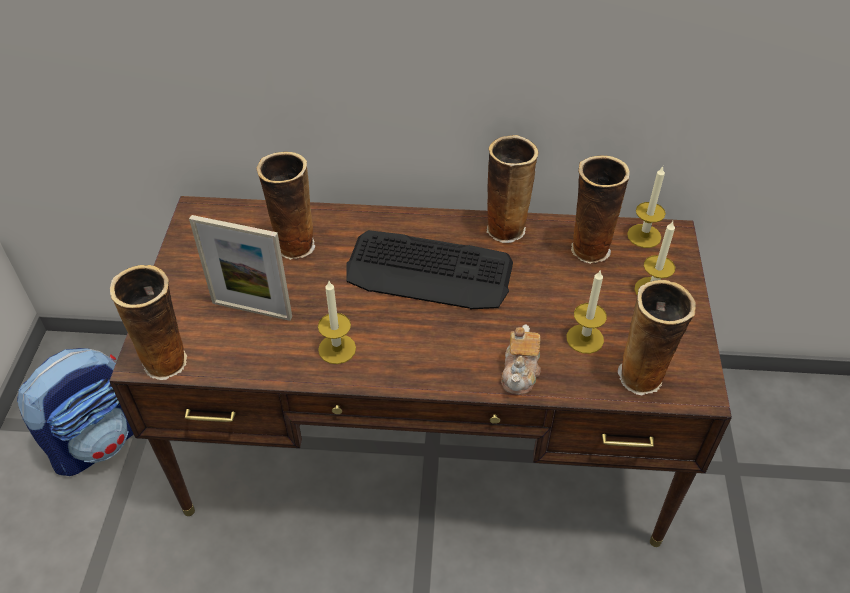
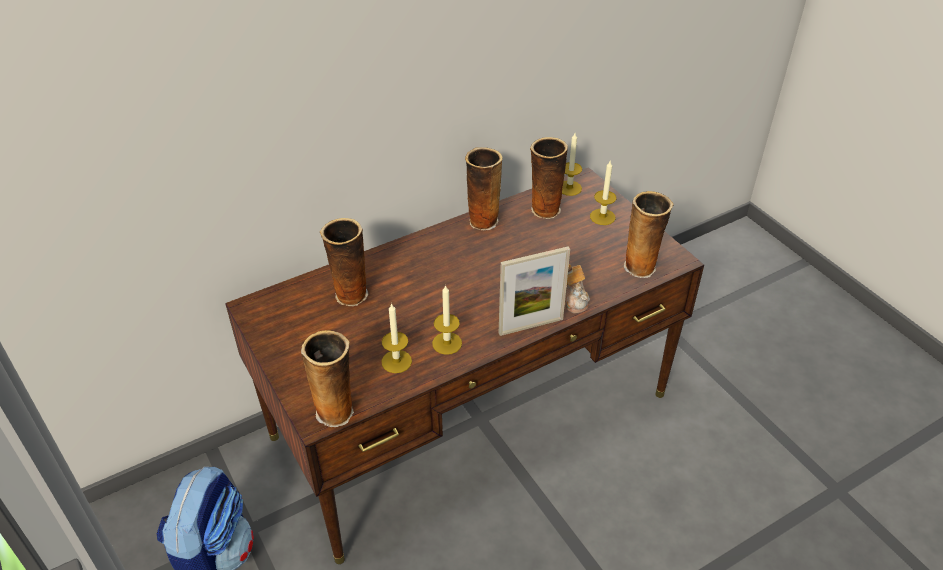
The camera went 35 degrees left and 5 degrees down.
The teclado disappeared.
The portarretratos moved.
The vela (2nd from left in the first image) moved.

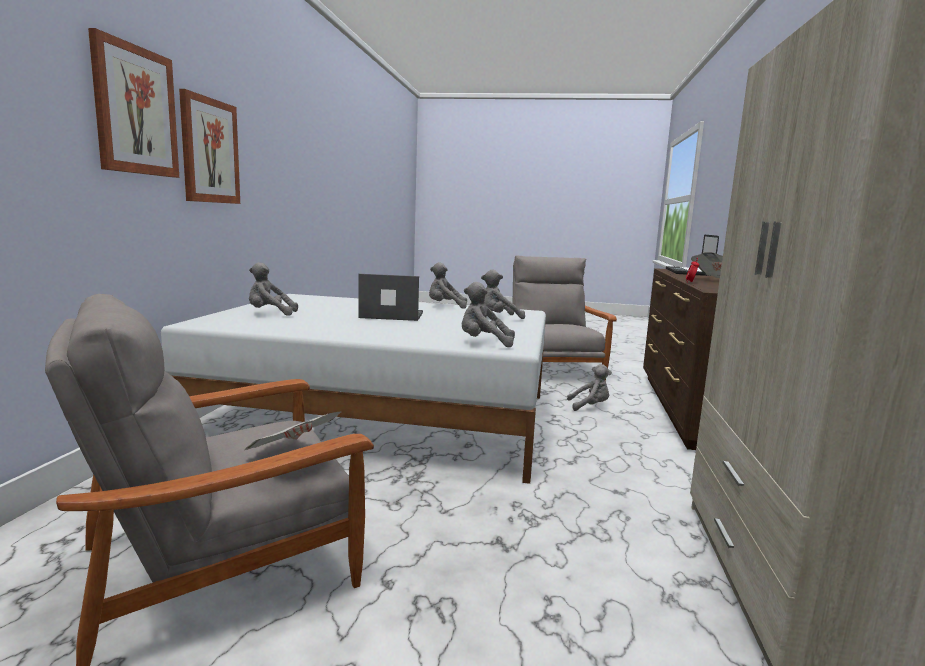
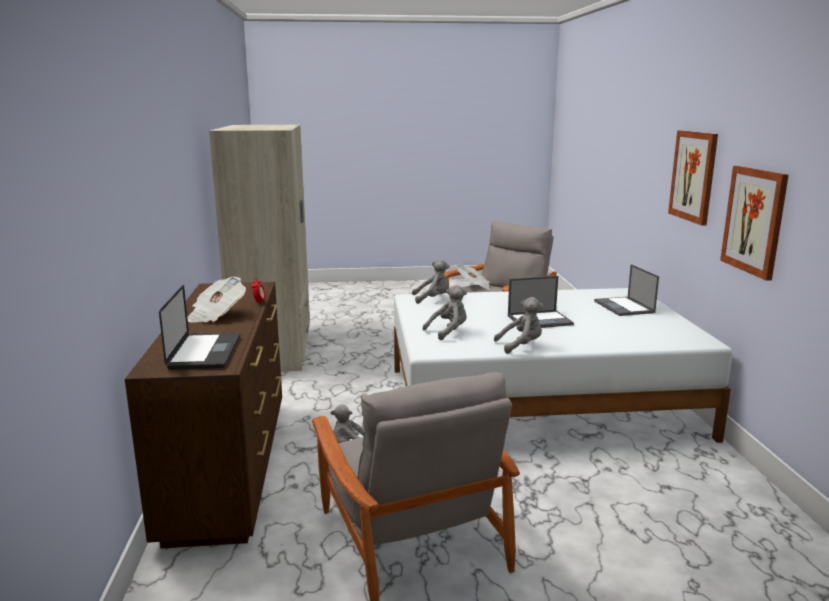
The camera went 165 degrees right and 5 degrees up.
The cuadro (1st from left in the first image) moved.
The peluche [gris] (1st from left) was replaced by the portátil (3rd from left).

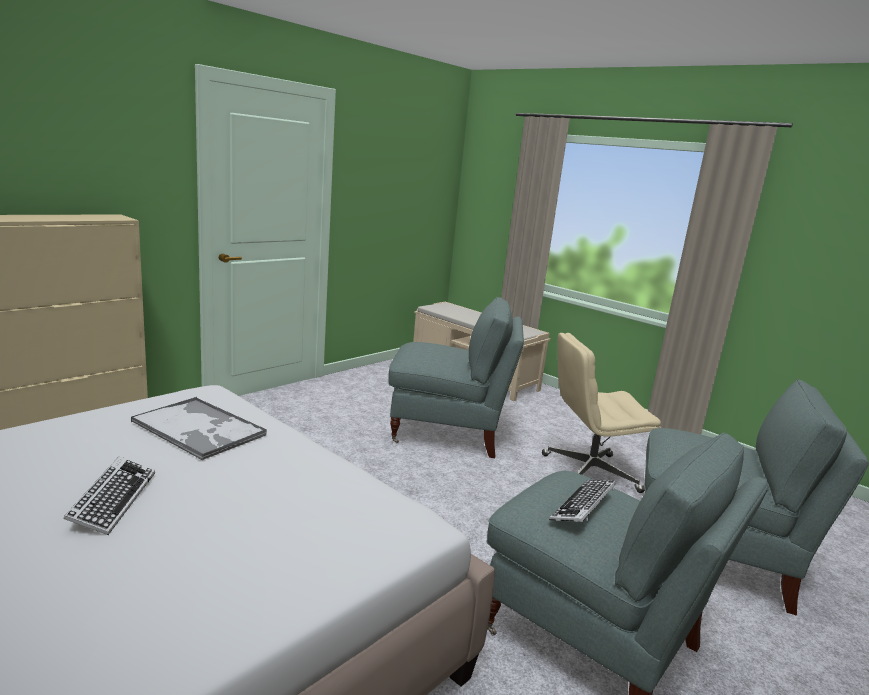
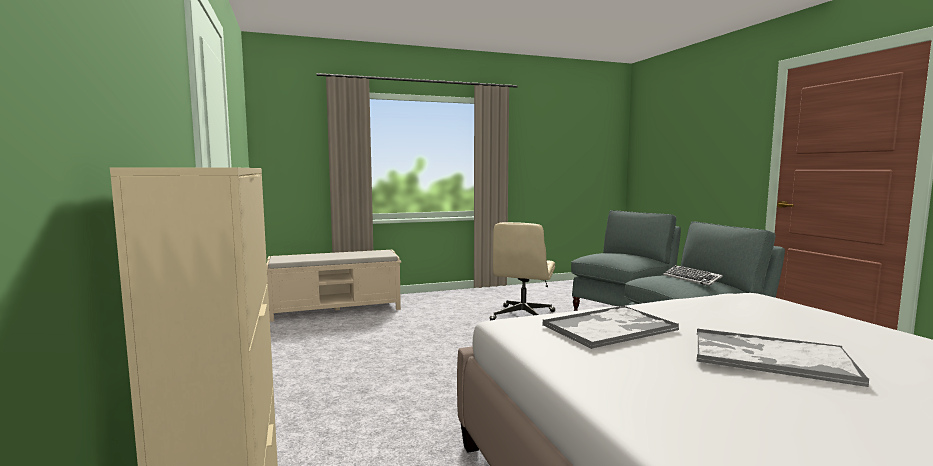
The camera went 60 degrees left and 10 degrees down.
The sillón [gris] (1st from left) disappeared.
The teclado (1st from left) was replaced by the bandeja (2nd from left).

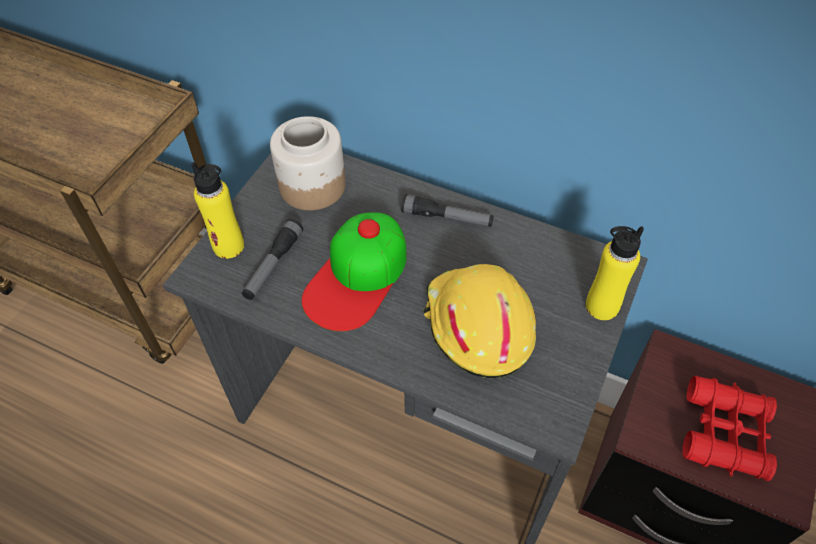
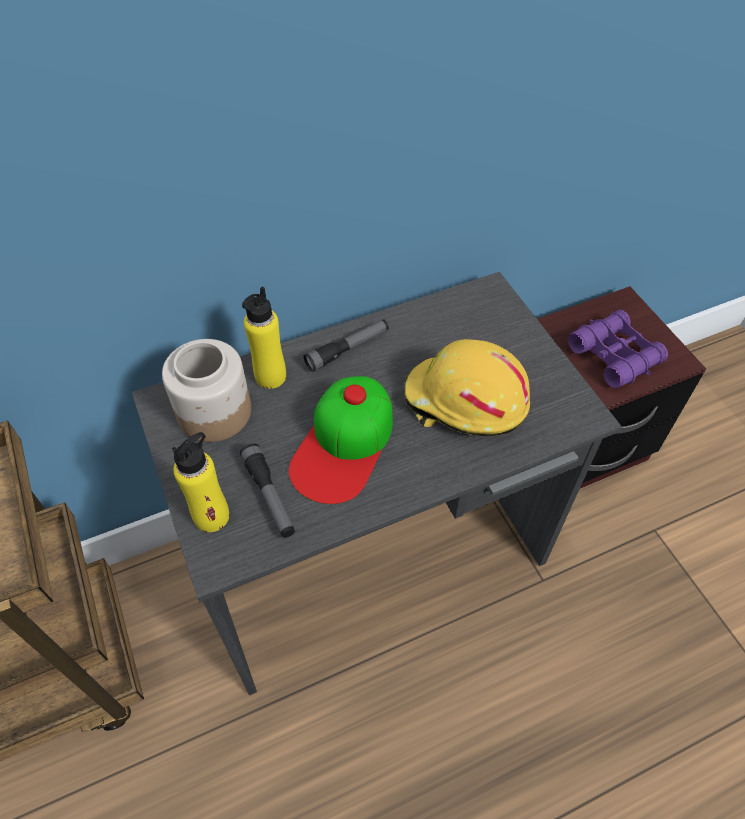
The camera went 50 degrees left and 0 degrees up.
The botella [amarillo] (2nd from left) moved.
The prismáticos [rojo] became the prismáticos [morado].
The gorra turned 45 degrees clockwise.

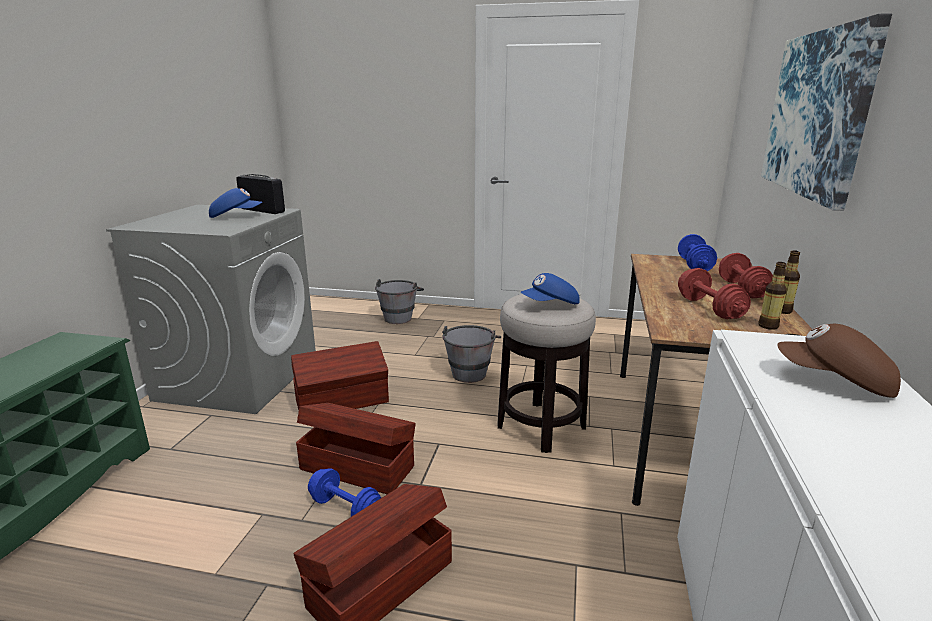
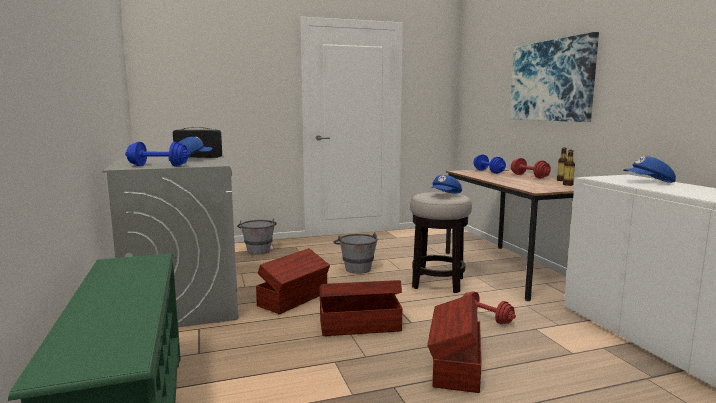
The camera went 30 degrees left and 10 degrees down.
The mancuerna [azul] (1st from left) moved.
The mancuerna [rojo] (1st from left) moved.
The gorra [marrón] became the gorra [azul] (3rd from left).

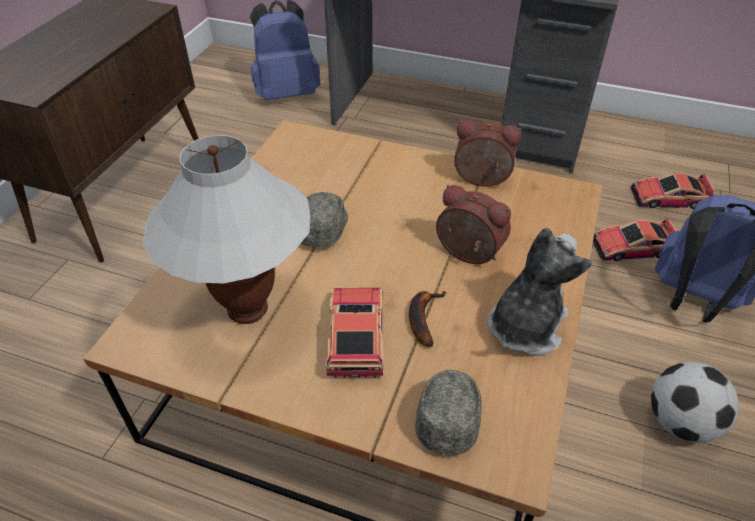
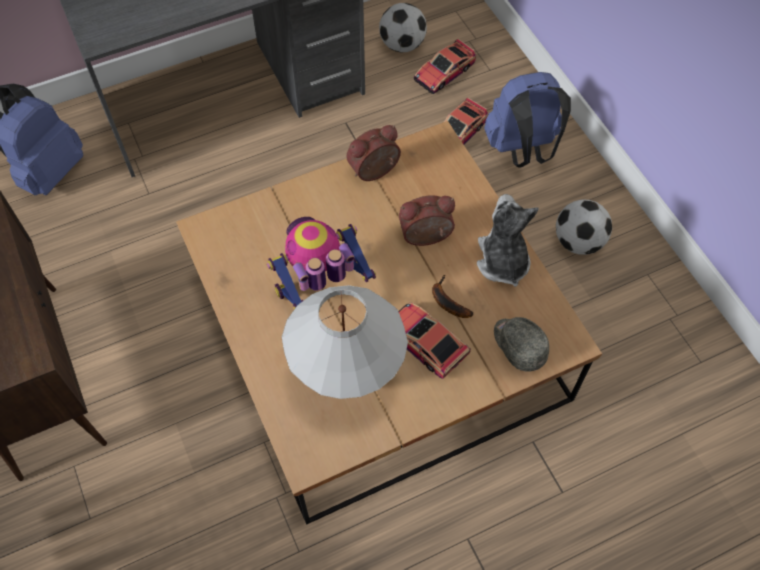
The camera went 45 degrees left and 15 degrees up.
The balón de fútbol (1st from left) appeared.
The gorra [gris] (1st from left) was replaced by the robot de juguete.

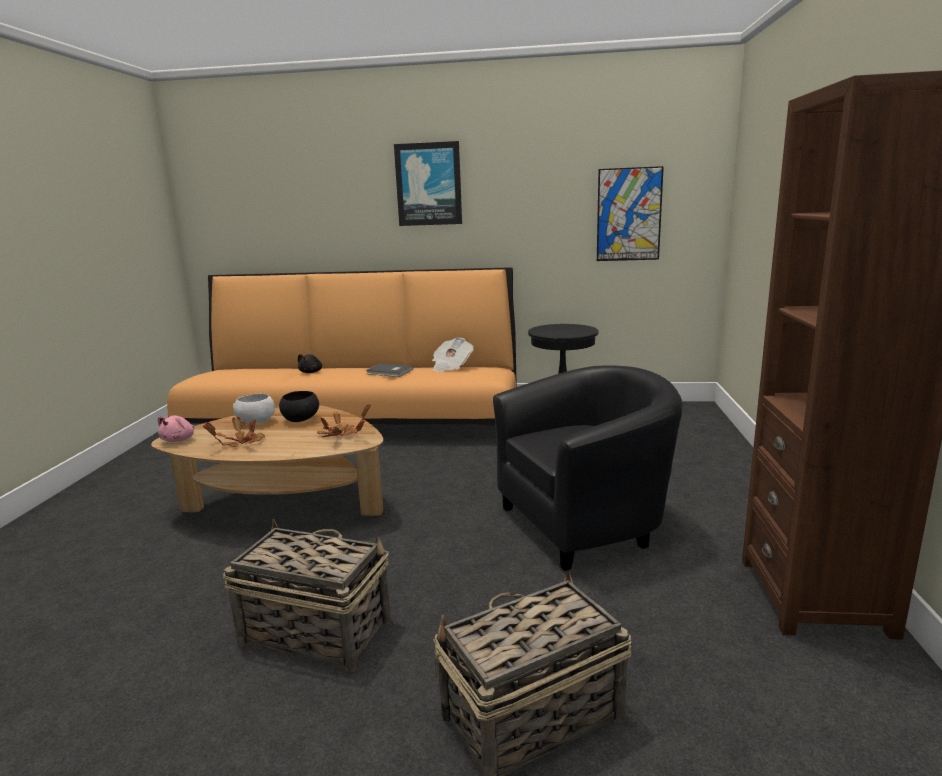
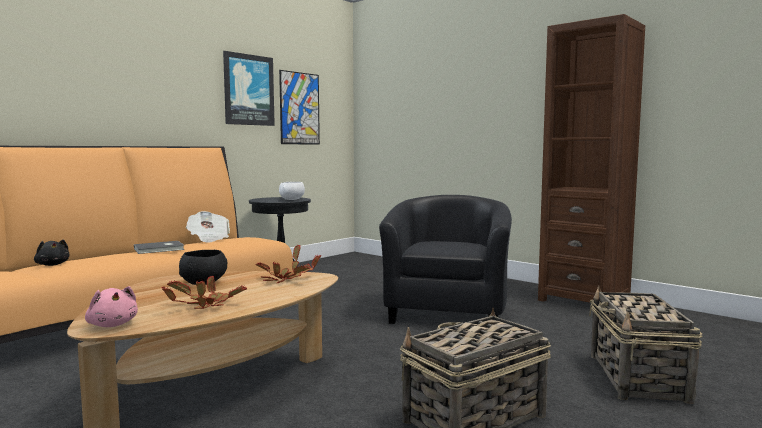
The camera went 55 degrees left and 10 degrees down.
The cuenco [blanco] moved.
The cuadro (1st from left) moved.

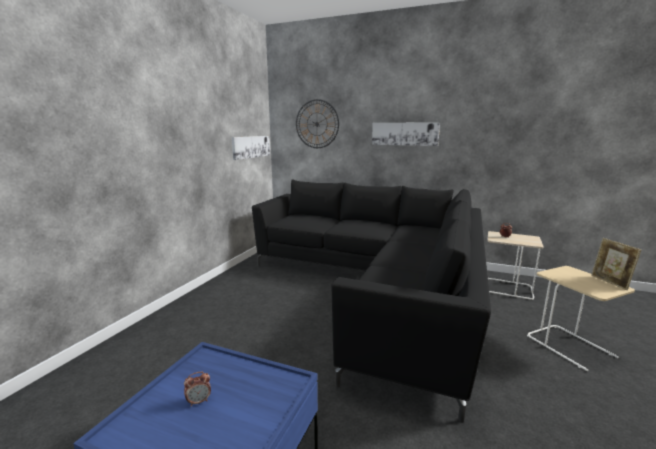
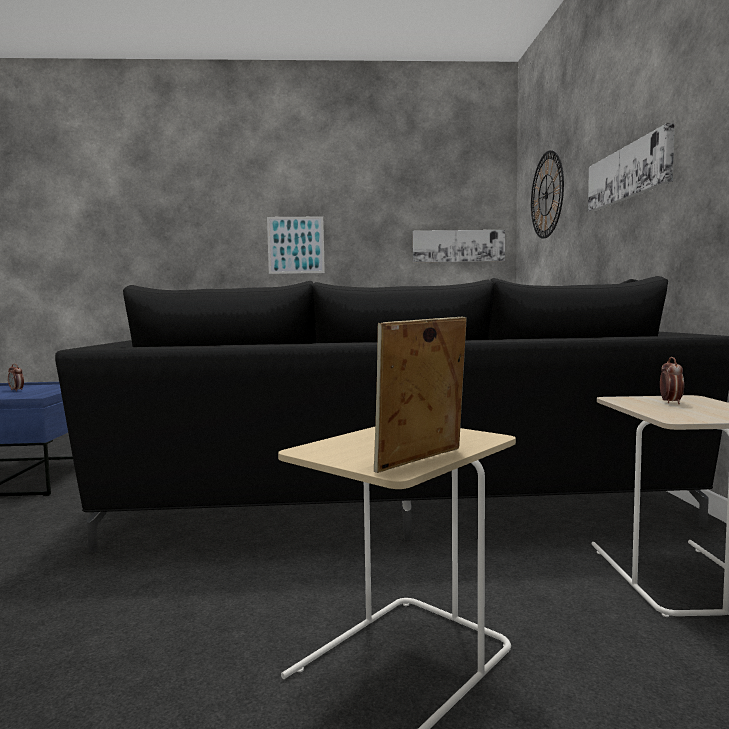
The camera went 65 degrees right and 10 degrees down.
The cuadro (1st from left) appeared.

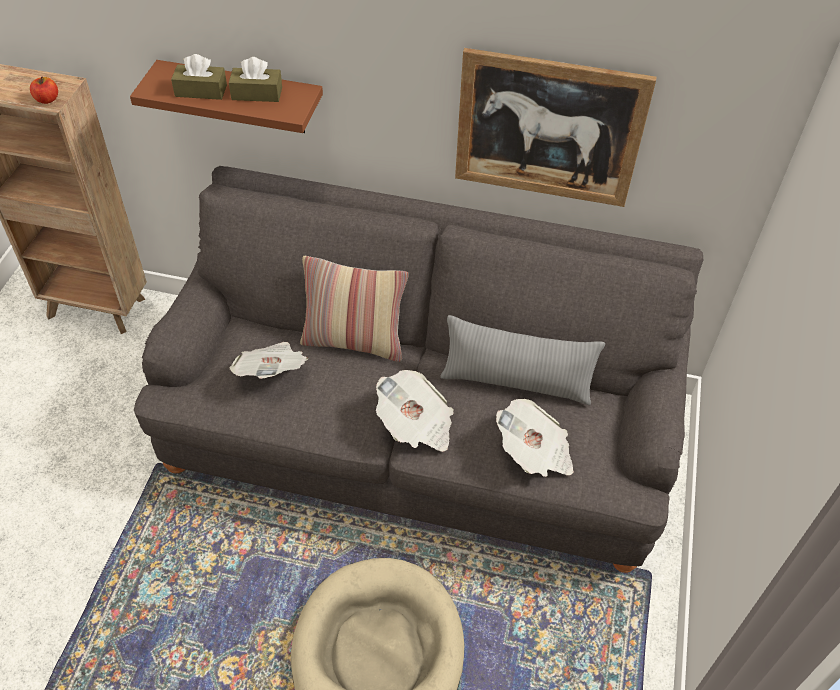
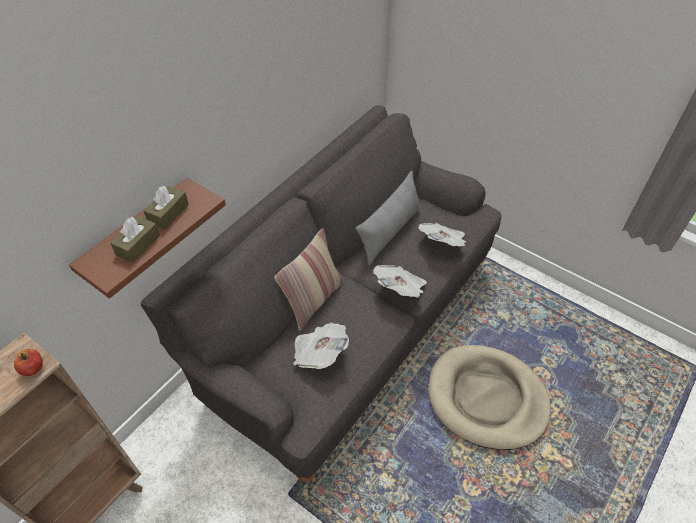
The camera went 65 degrees left and 0 degrees up.
The cuadro disappeared.

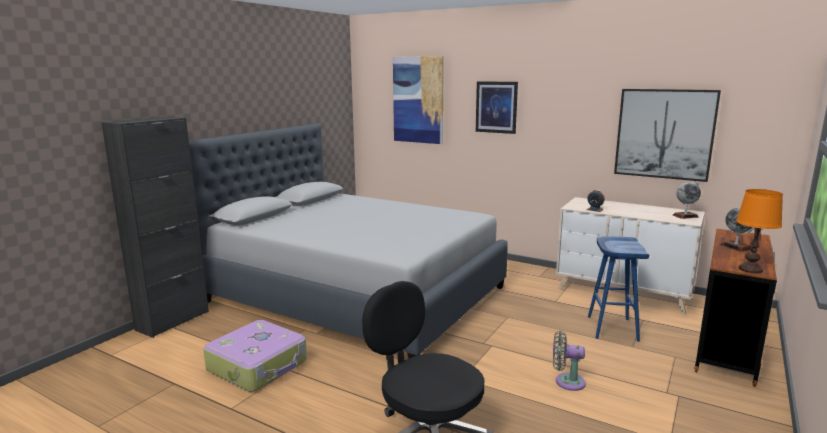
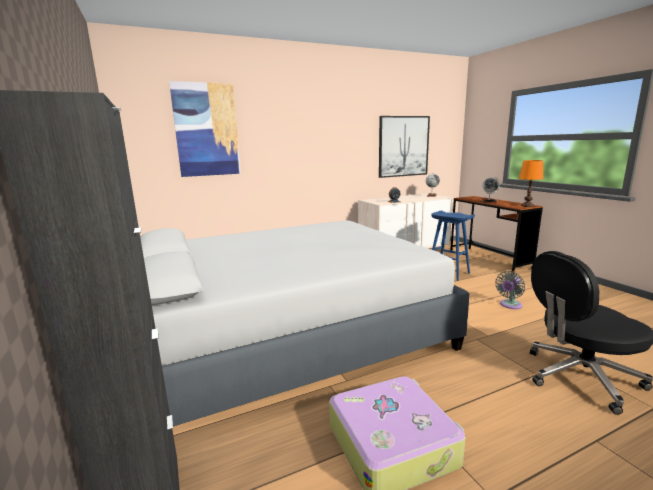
The camera went 55 degrees left and 0 degrees up.
The cuadro (2nd from left) disappeared.

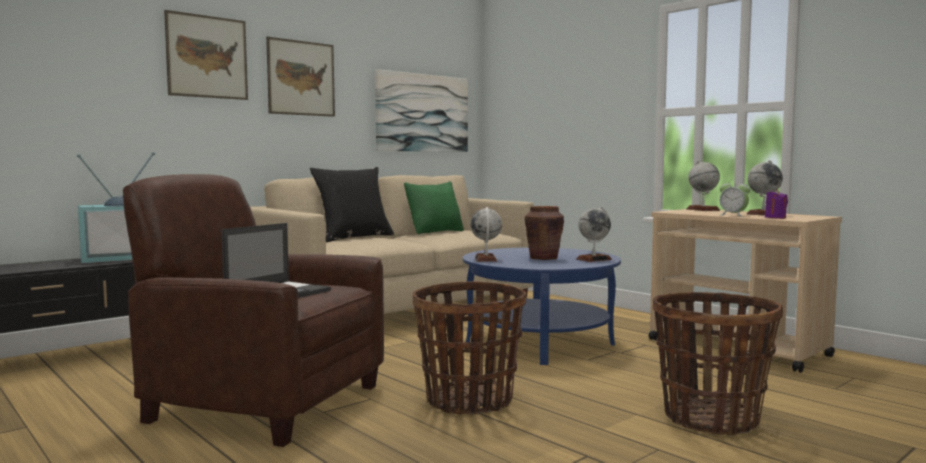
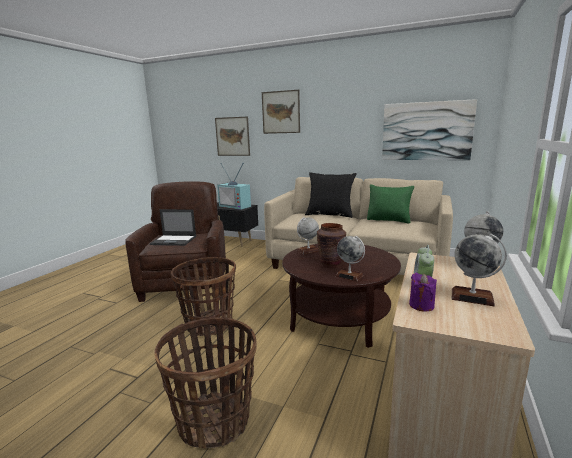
The camera went 65 degrees right and 10 degrees up.
The cuadro (2nd from left in the first image) moved.
The mesa de centro [azul] became the mesa de centro [marrón].

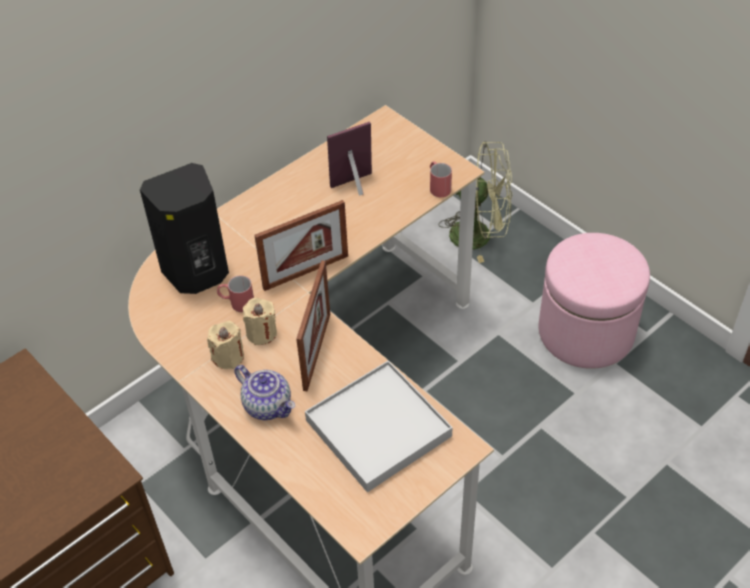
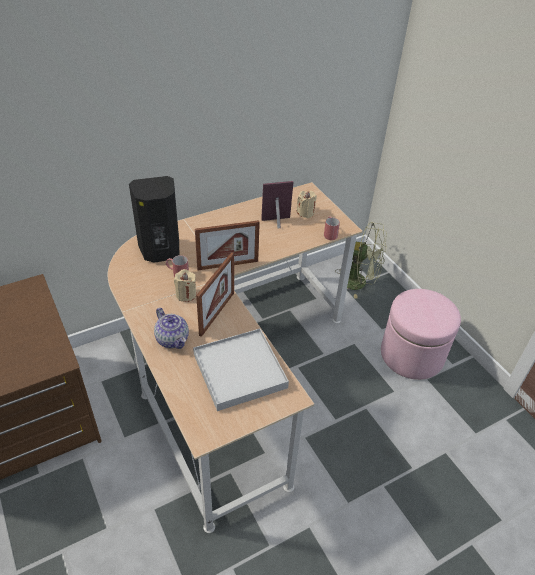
The camera went 10 degrees right and 5 degrees down.
The vela [beis] (1st from left in the first image) moved.

